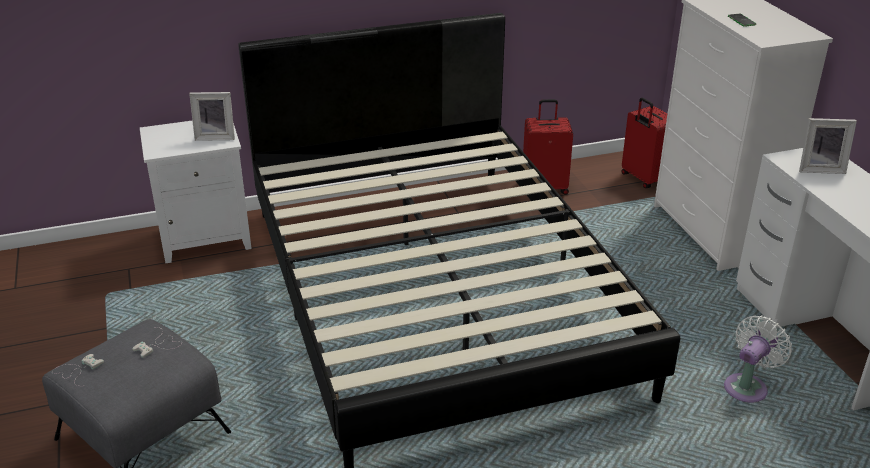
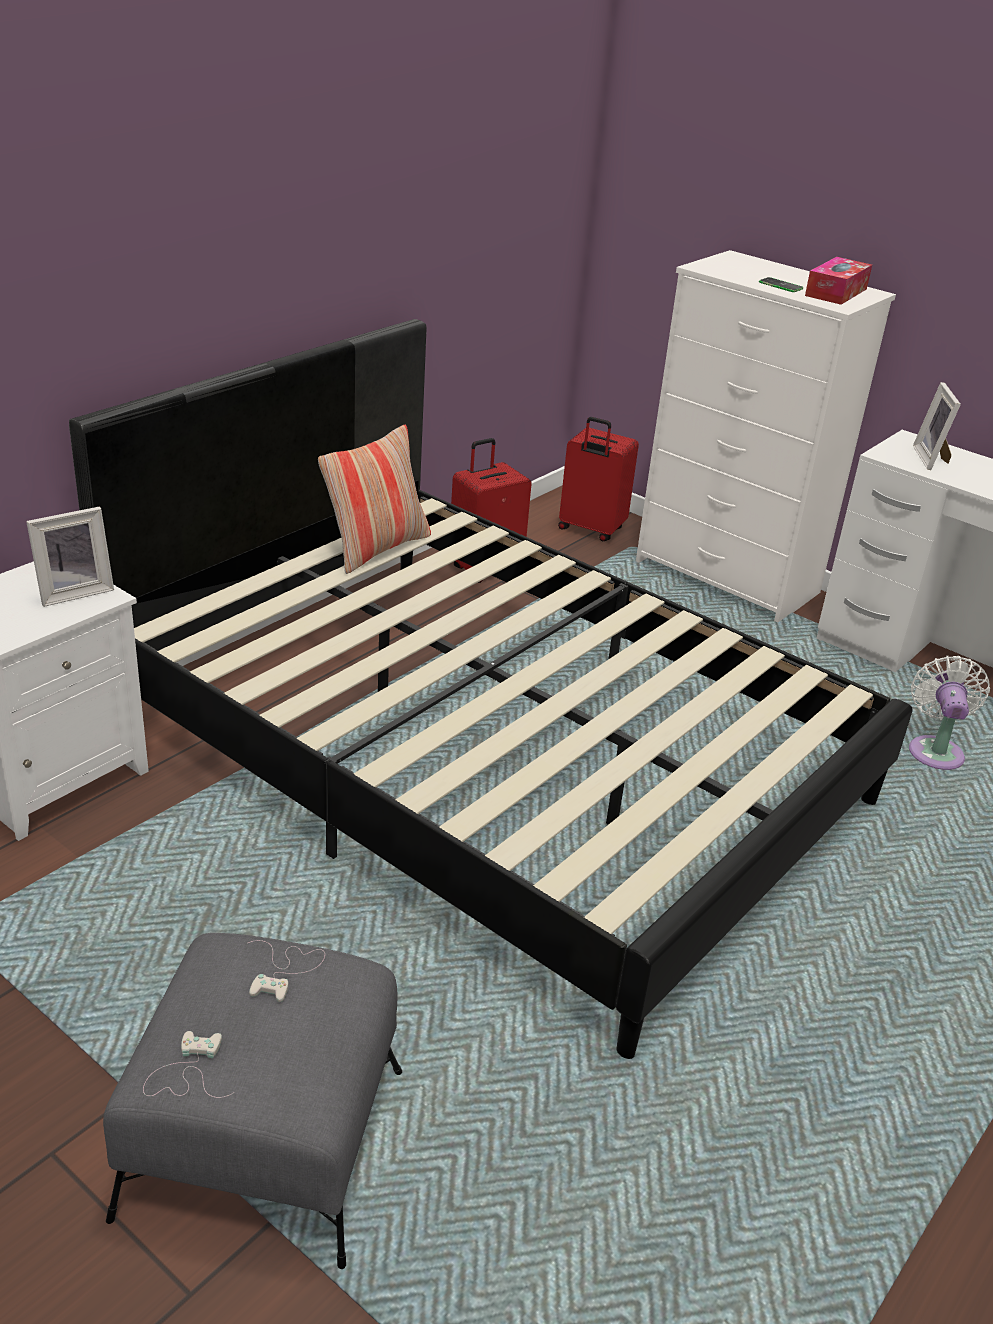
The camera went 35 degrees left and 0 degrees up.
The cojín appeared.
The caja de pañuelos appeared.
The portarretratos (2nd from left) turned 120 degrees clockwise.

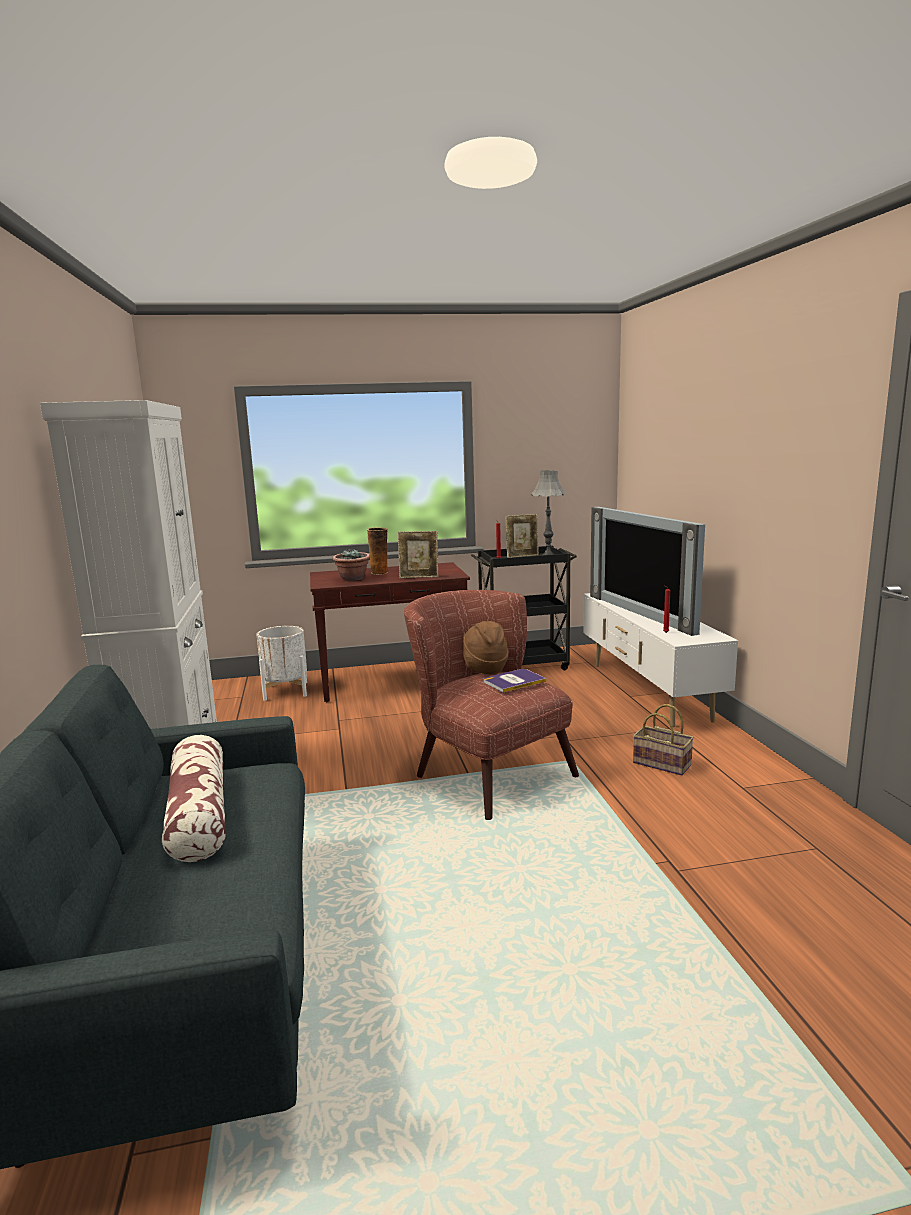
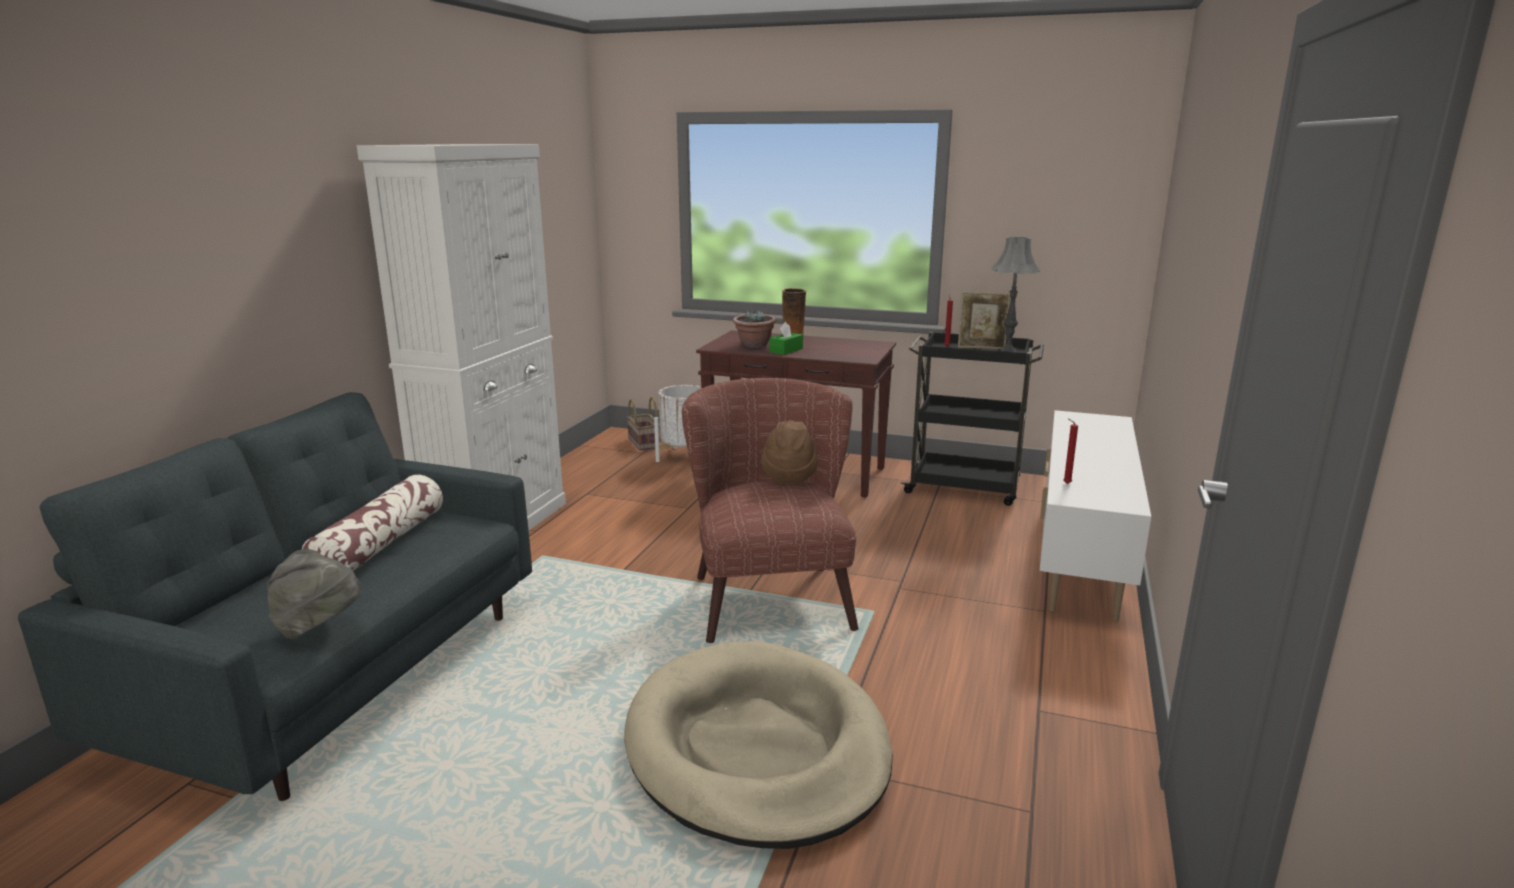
The camera went 30 degrees right and 5 degrees up.
The portarretratos (1st from left) disappeared.
The libro disappeared.
The televisor disappeared.
The sombrero [gris] appeared.
The cama para perro [beis] appeared.
The caja de pañuelos [verde] appeared.
The cesta moved.

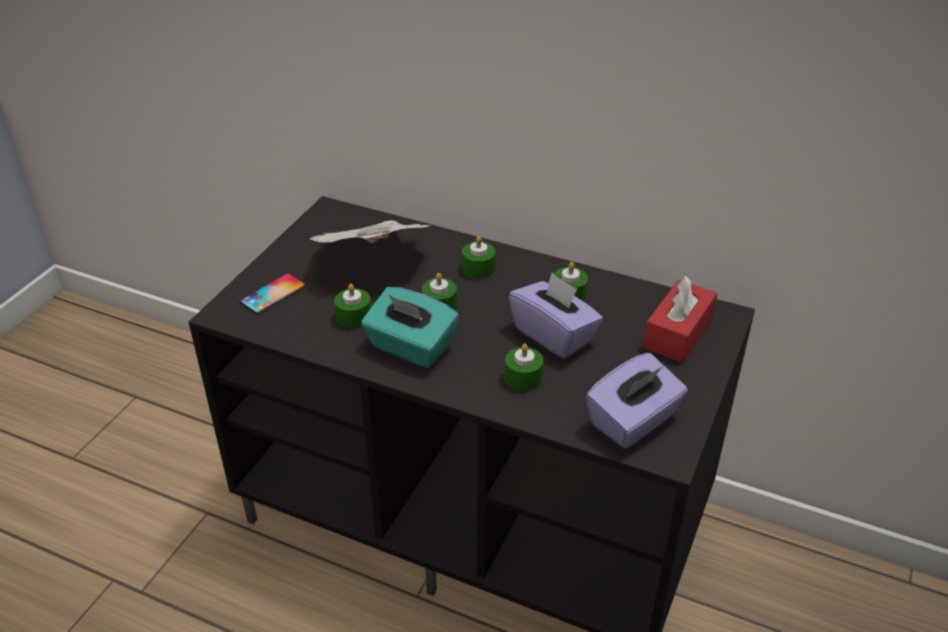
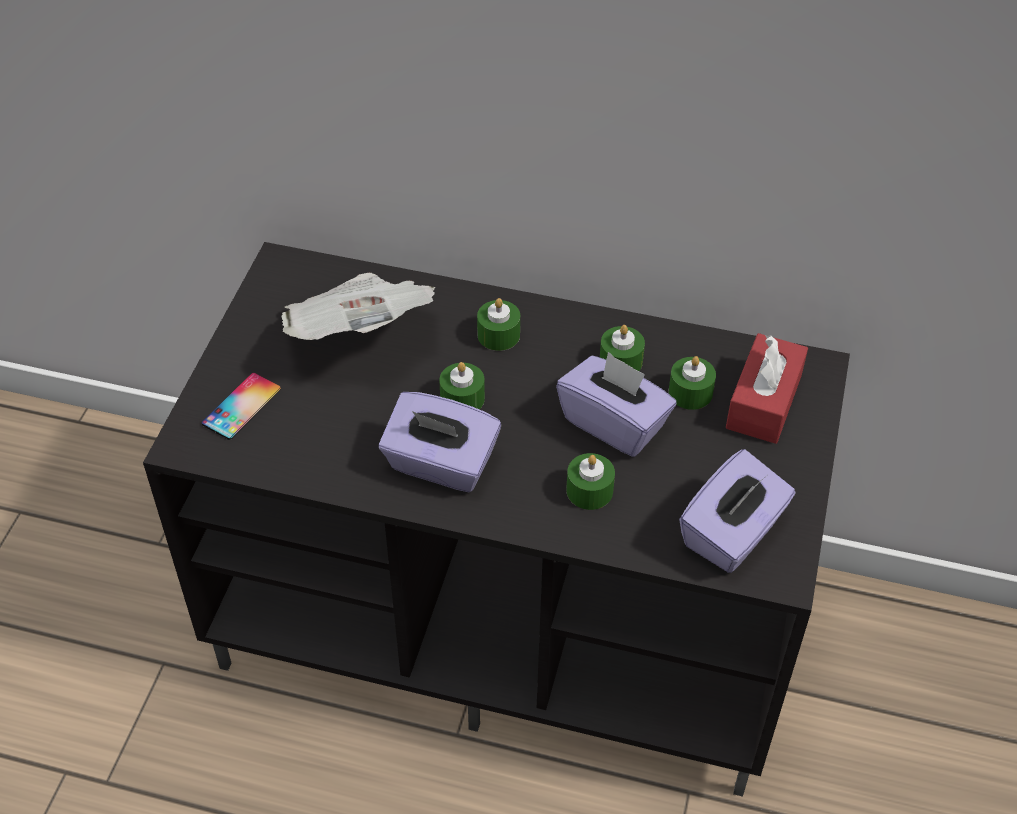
The camera went 10 degrees left and 10 degrees up.
The vela [verde] (1st from left in the first image) moved.
The caja de pañuelos [turquesa] became the caja de pañuelos [morado] (1st from left).

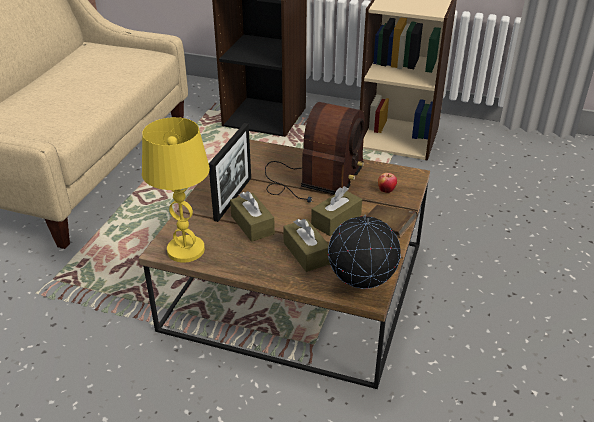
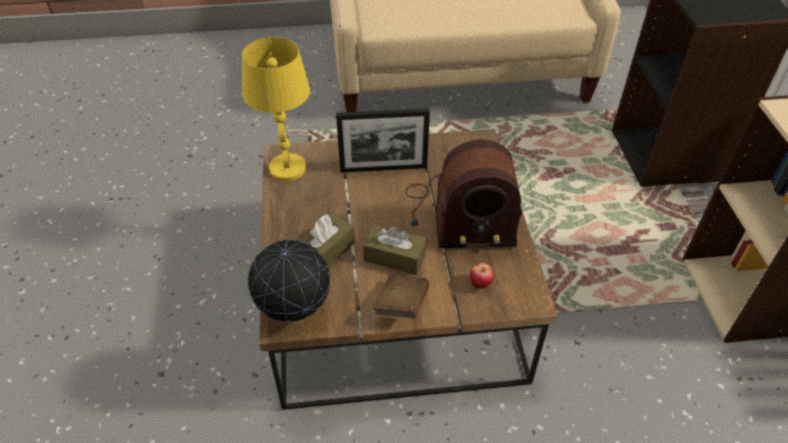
The camera went 65 degrees right and 10 degrees up.
The caja de pañuelos [marrón] (1st from left) disappeared.

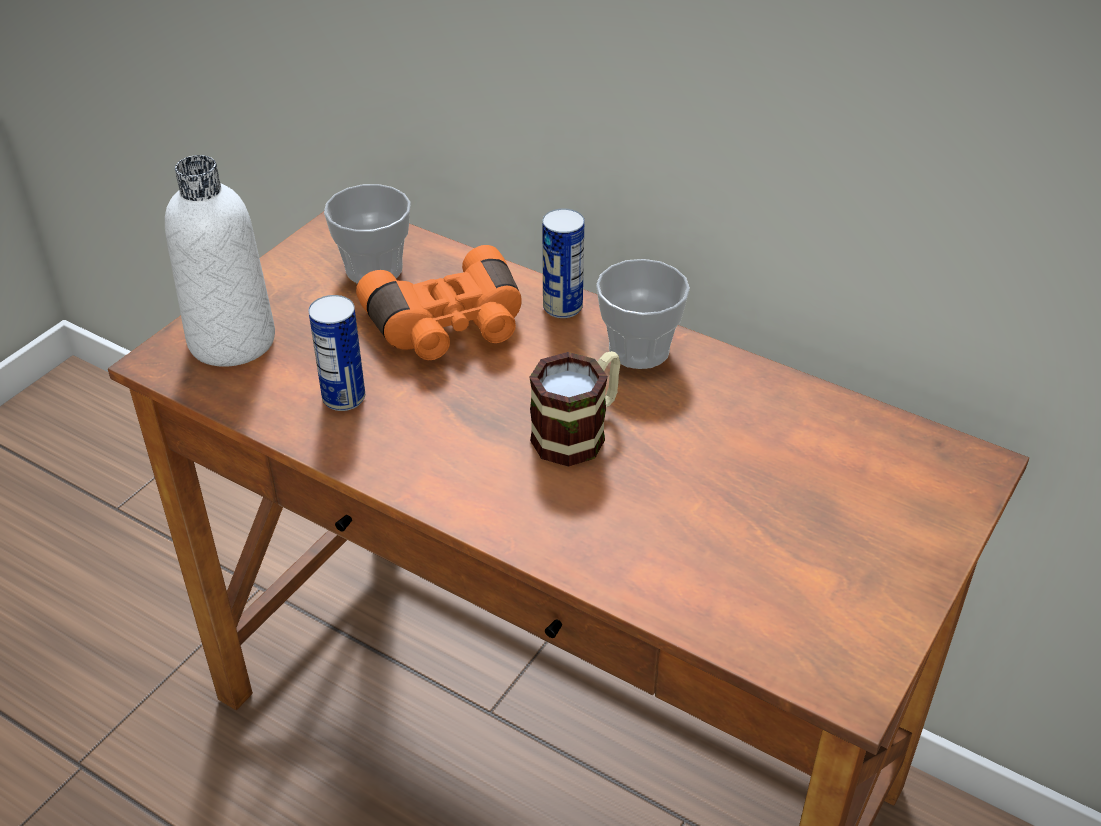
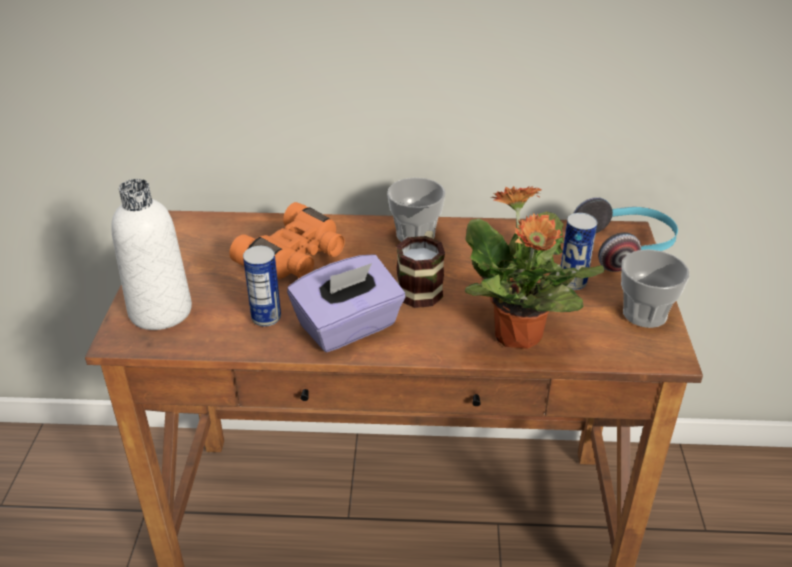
The camera went 30 degrees left and 5 degrees down.
The caja de pañuelos [morado] appeared.
The planta en maceta appeared.
The auriculares appeared.
The taza (1st from left in the first image) moved.
The lata (2nd from left) moved.

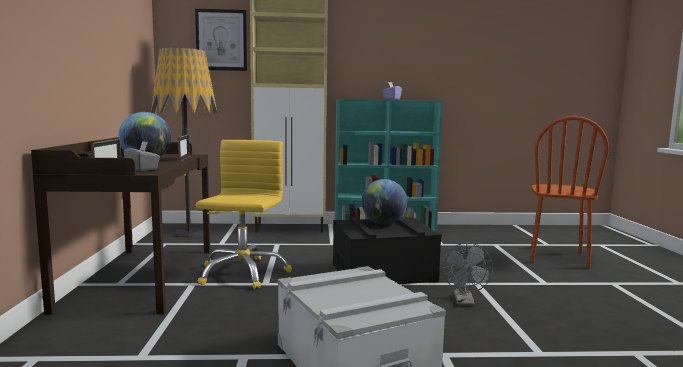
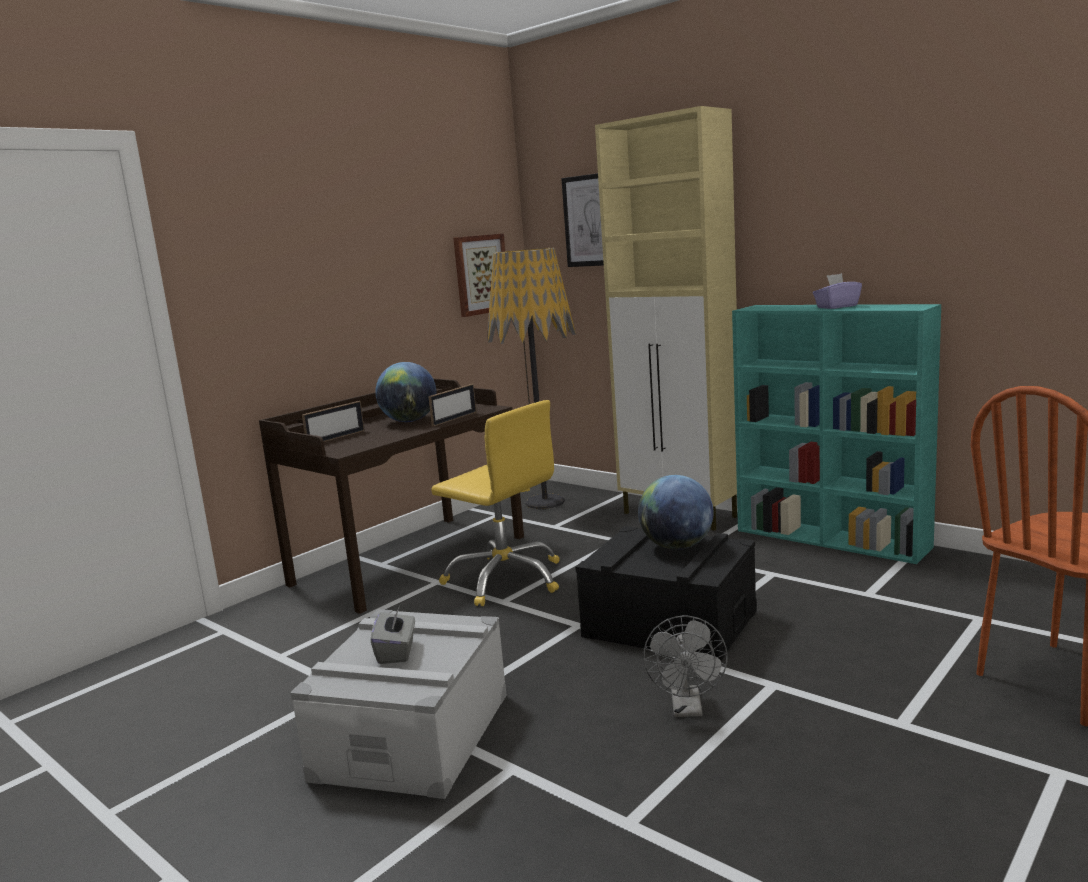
The camera went 45 degrees right and 5 degrees up.
The cuadro (1st from left) appeared.
The caja de pañuelos [gris] moved.
The silla de oficina [amarillo] turned 75 degrees clockwise.
The ventilador [gris] turned 45 degrees counterclockwise.

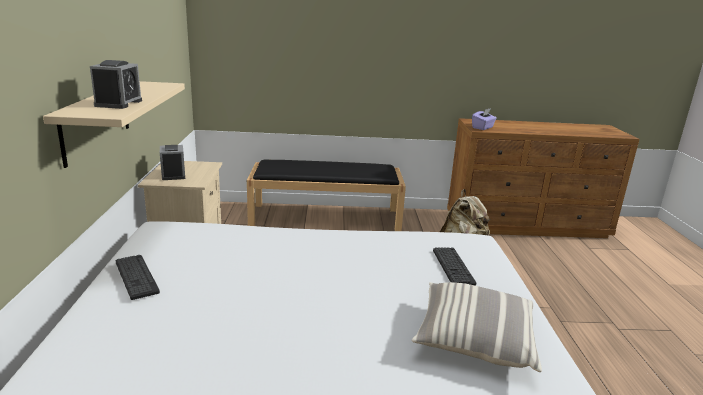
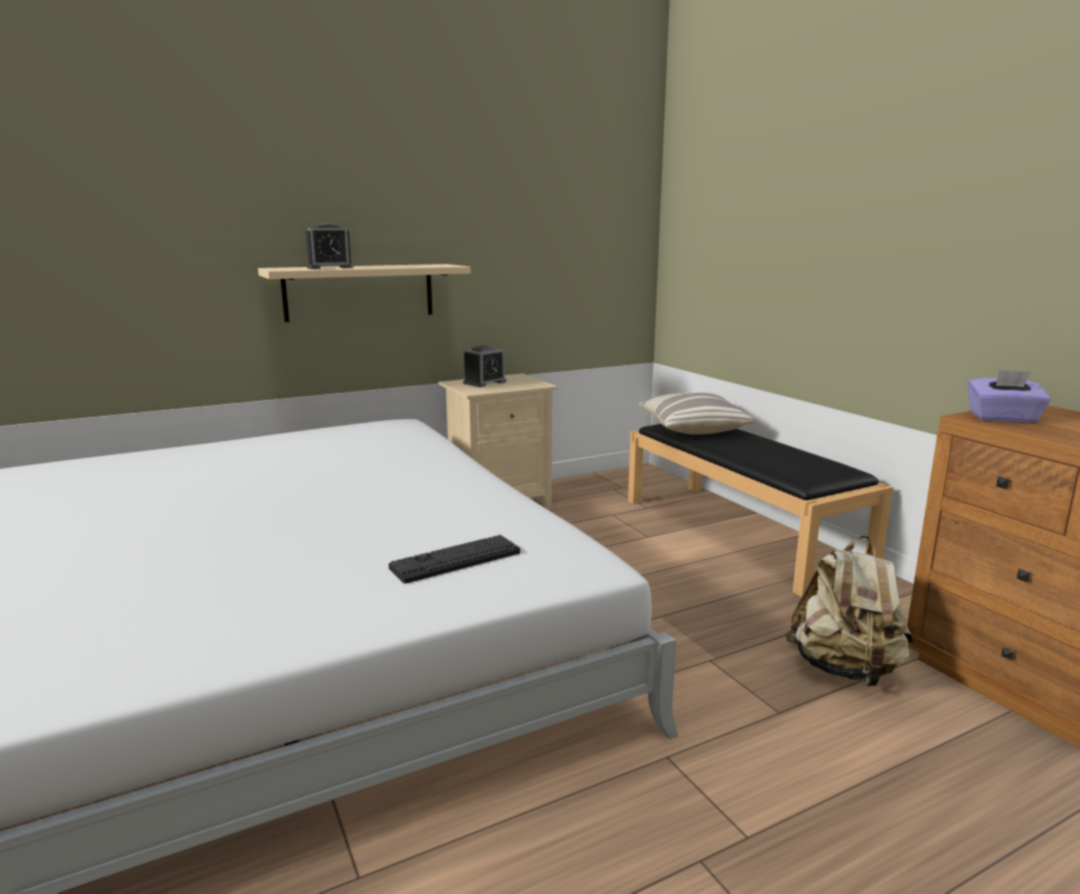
The camera went 65 degrees right and 5 degrees down.
The teclado (1st from left) disappeared.
The cojín moved.

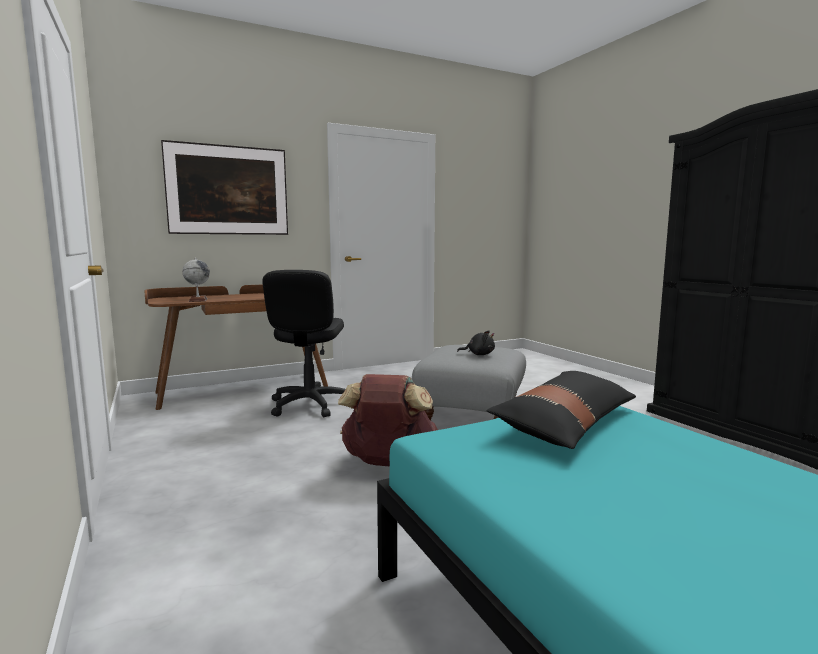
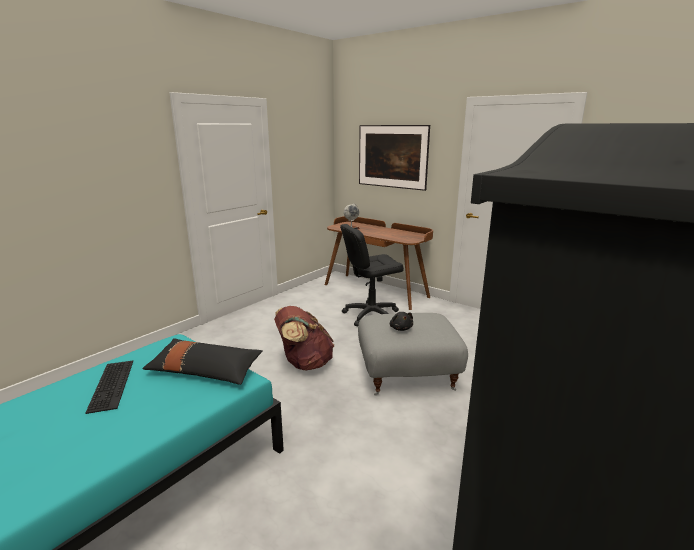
The camera went 65 degrees right and 10 degrees up.
The teclado appeared.

